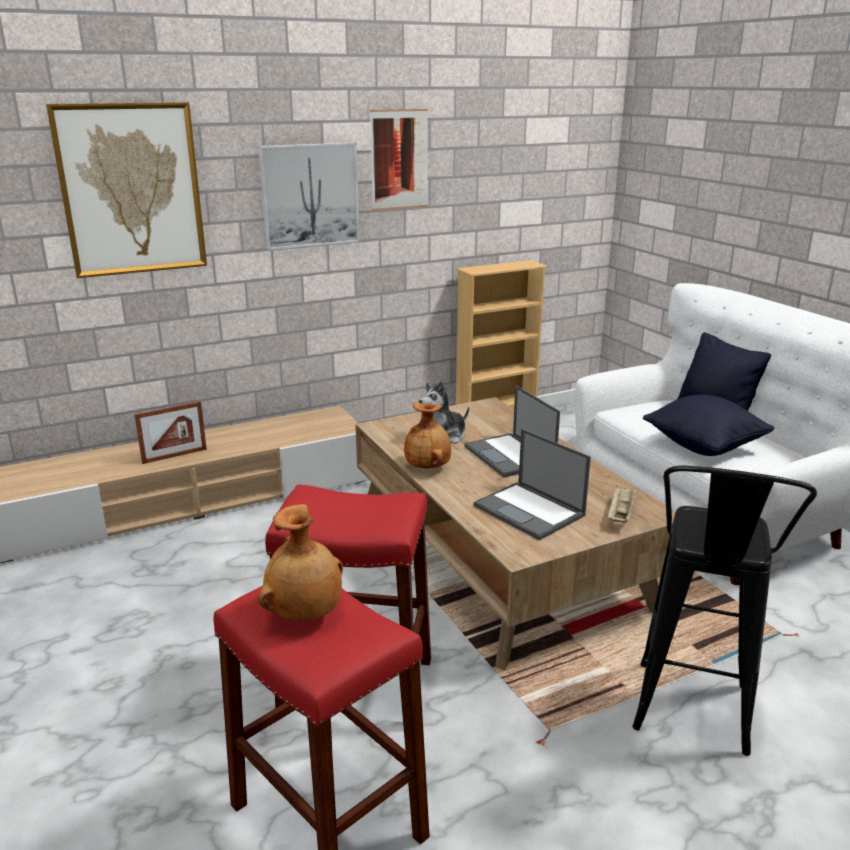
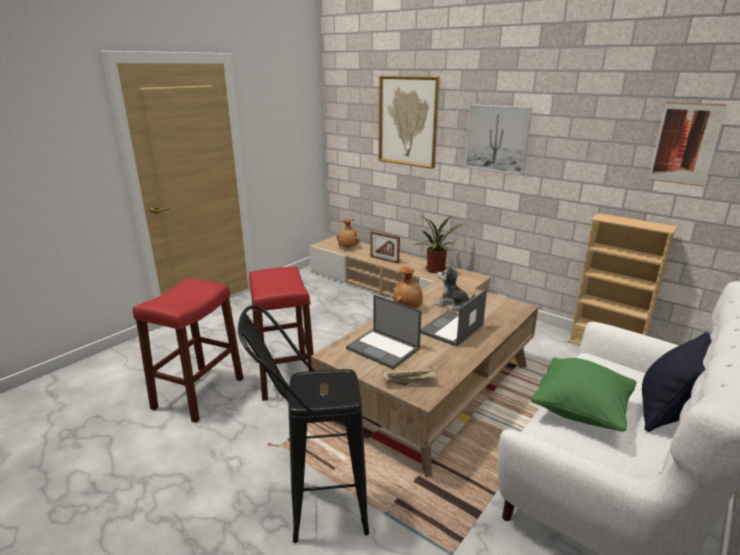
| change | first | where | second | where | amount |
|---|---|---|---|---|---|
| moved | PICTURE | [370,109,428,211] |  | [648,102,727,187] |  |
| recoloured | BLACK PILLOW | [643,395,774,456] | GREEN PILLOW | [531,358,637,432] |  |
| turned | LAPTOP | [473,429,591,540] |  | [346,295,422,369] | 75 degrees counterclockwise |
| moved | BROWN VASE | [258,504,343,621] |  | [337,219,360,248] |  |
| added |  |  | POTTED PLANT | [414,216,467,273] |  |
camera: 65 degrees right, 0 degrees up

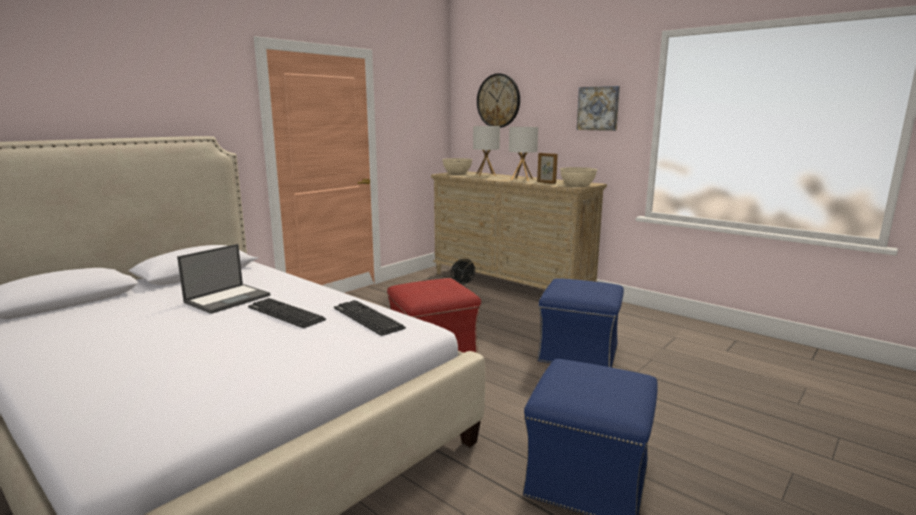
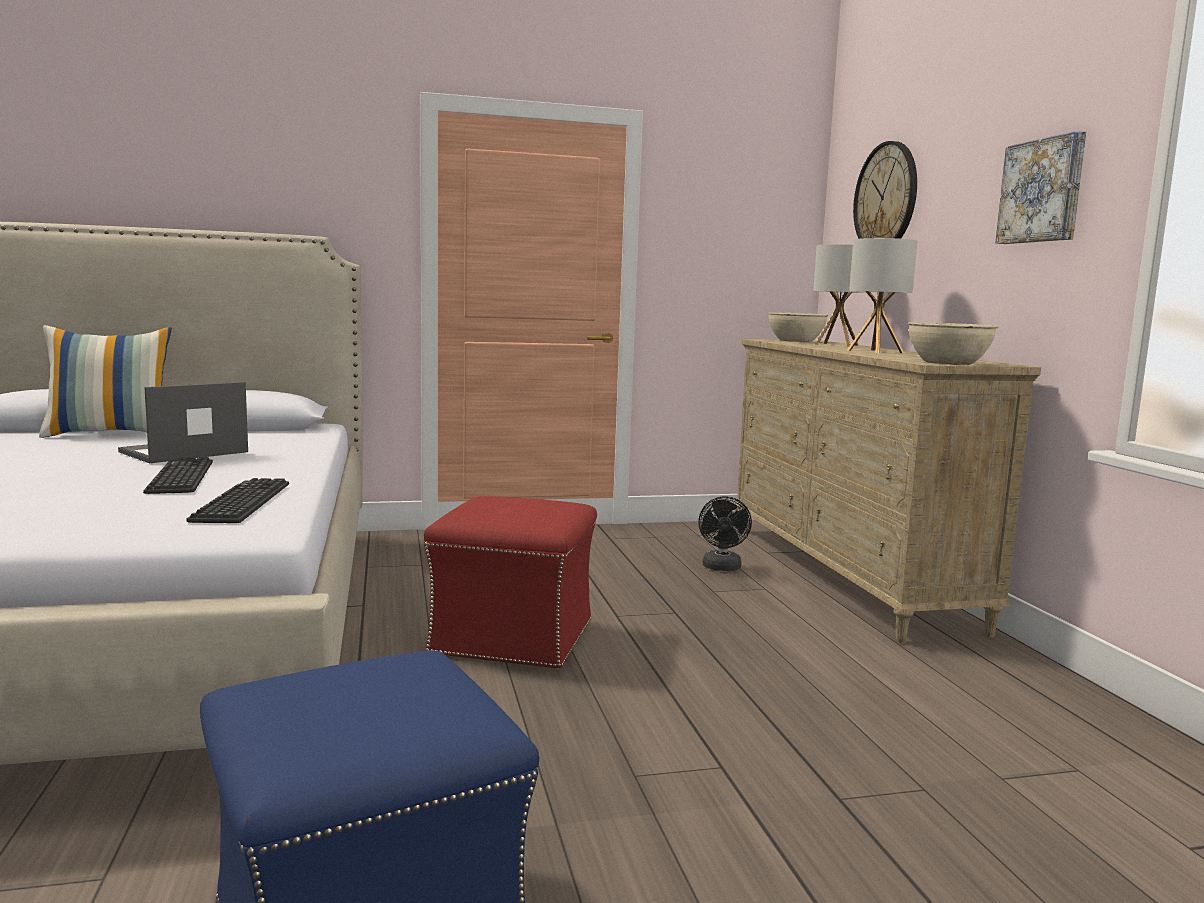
| change | first | where | second | where | amount |
|---|---|---|---|---|---|
| removed | PICTURE FRAME | [537,153,558,184] |  |  |  |
| turned | LAPTOP | [177,244,270,314] |  | [118,382,248,463] | 150 degrees clockwise |
| removed | BLUE OTTOMAN | [537,278,624,368] |  |  |  |
| added |  |  | PILLOW | [39,325,172,438] |  |
camera: 35 degrees right, 5 degrees down

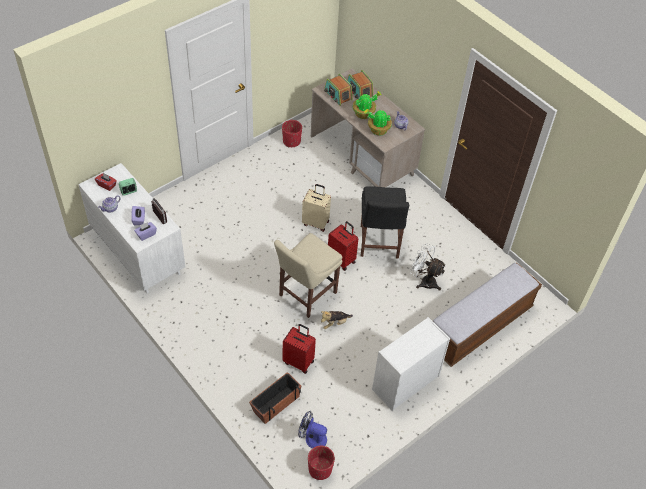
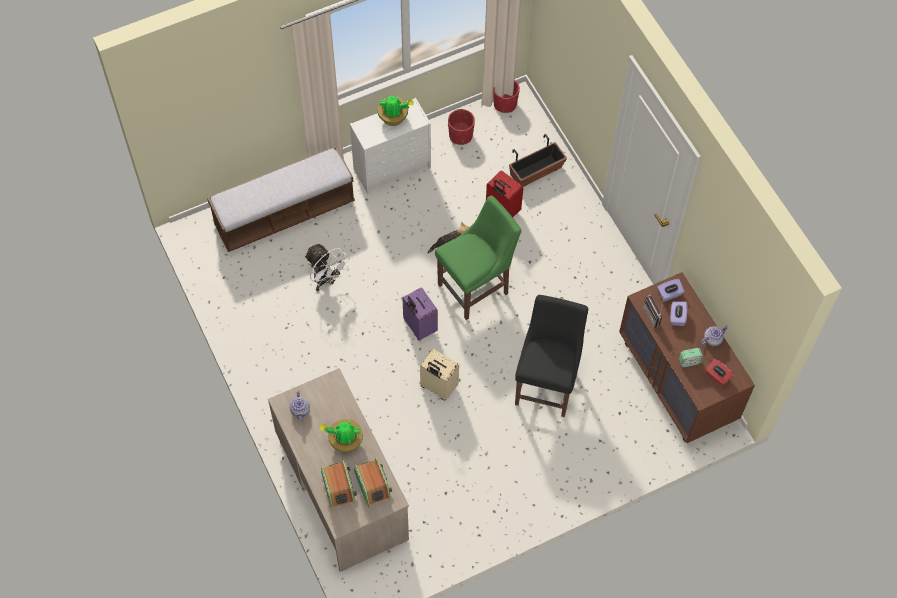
| change | first | where | second | where | amount |
|---|---|---|---|---|---|
| moved | POTTED PLANT | [364,109,392,135] |  | [377,95,414,126] |  |
| moved | RED PLANTER | [282,120,302,147] |  | [448,109,475,145] |  |
| recoloured | WHITE DRESSER | [78,163,186,293] | BROWN DRESSER | [619,272,755,443] |  |
| moved | BLACK CHAIR | [361,186,409,259] |  | [515,295,588,417] |  |
| recoloured | RED SUITCASE | [328,221,358,271] | PURPLE SUITCASE | [402,287,438,341] |  |
| recoloured | BEIGE CHAIR | [274,233,343,318] | GREEN CHAIR | [435,196,521,320] |  |
| removed | FAN | [298,411,327,448] |  |  |  |
camera: 165 degrees left, 10 degrees up

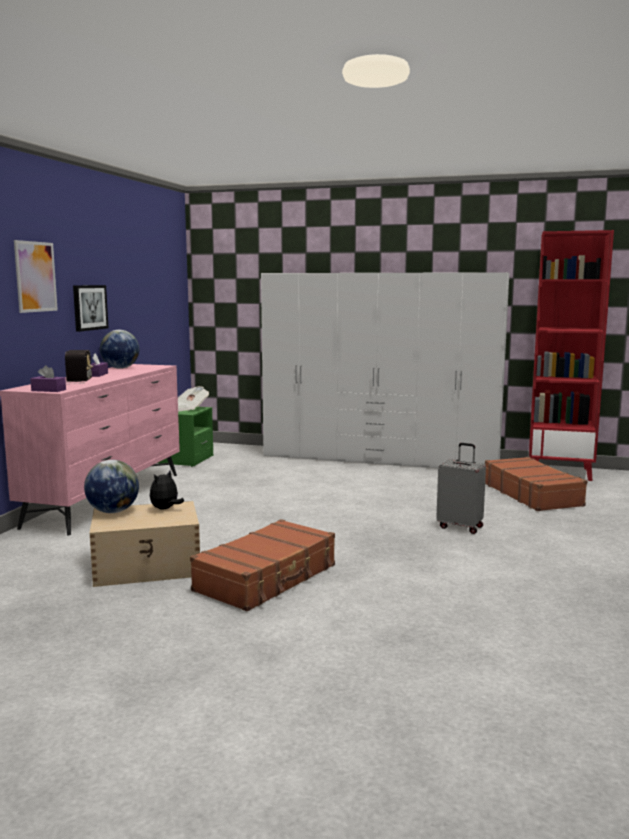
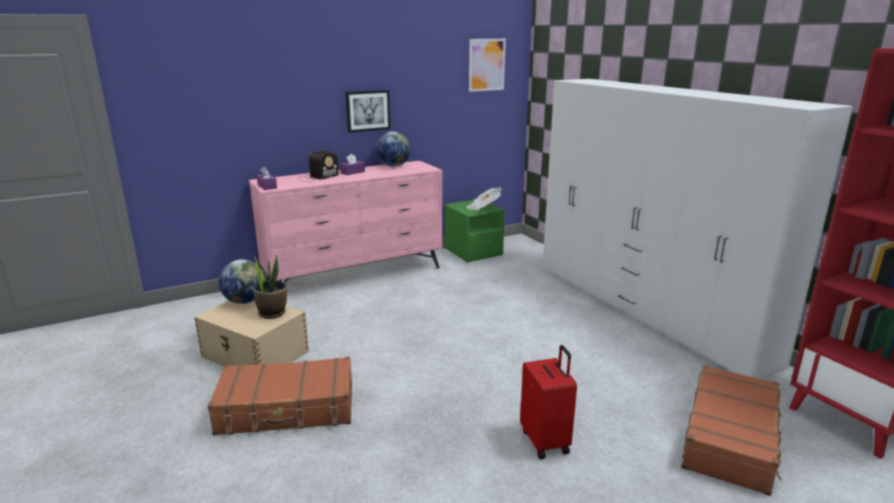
| change | first | where | second | where | amount |
|---|---|---|---|---|---|
| moved | PICTURE | [14,240,58,313] |  | [469,39,506,92] |  |
| recoloured | GREY SUITCASE | [436,443,486,534] | RED SUITCASE | [520,345,577,459] |  |
| replaced | PLUSH TOY | [150,470,184,510] | POTTED PLANT | [253,254,287,319] |  |
camera: 45 degrees right, 10 degrees up

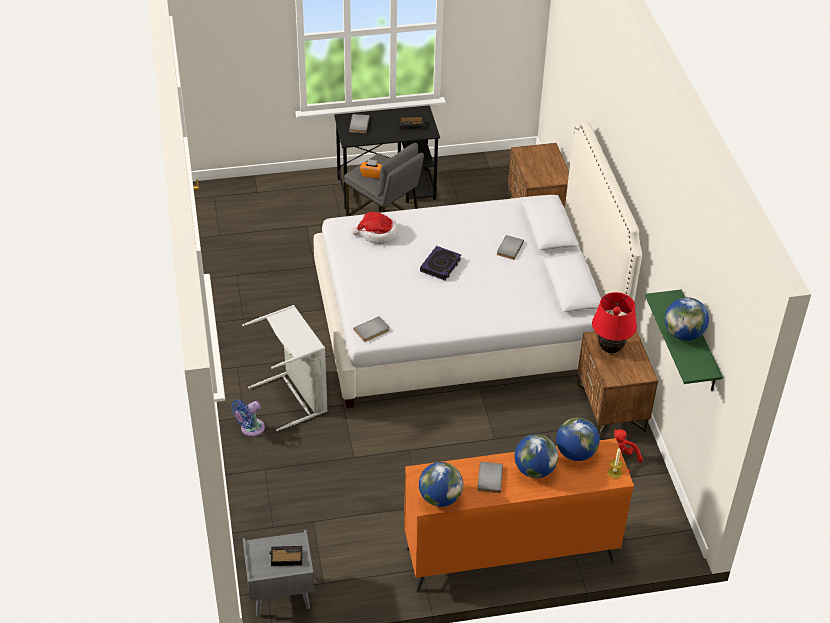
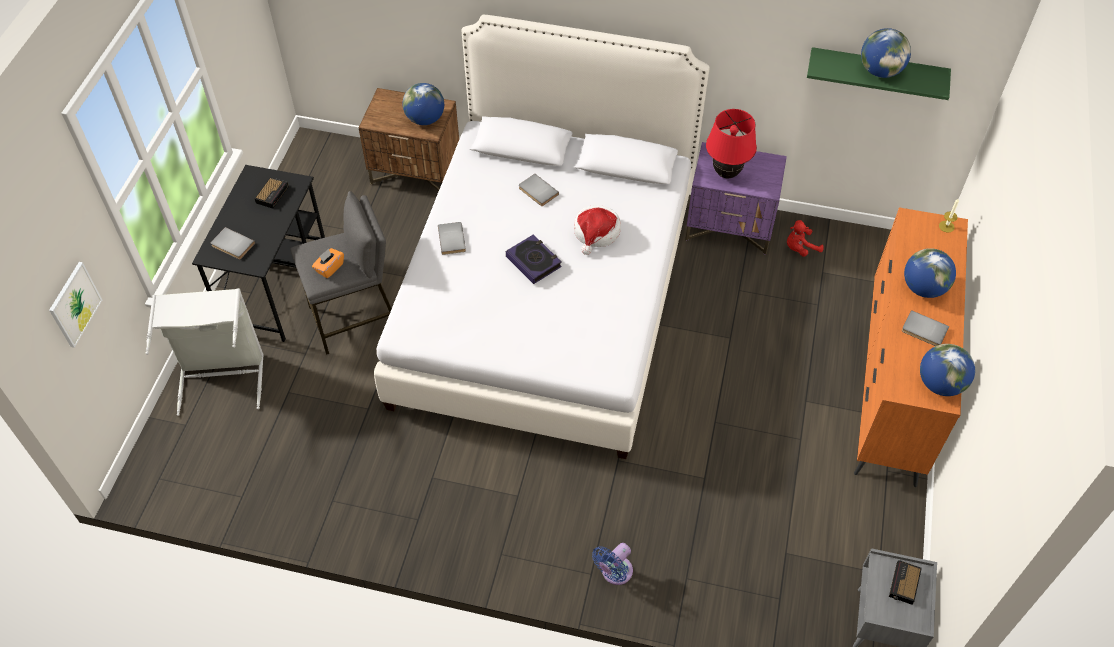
| change | first | where | second | where | amount |
|---|---|---|---|---|---|
| moved | HAT | [352,212,398,244] |  | [574,205,621,255] |  |
| moved | GREY LAUNDRY BASKET | [242,305,327,431] |  | [146,288,264,416] |  |
| moved | GREY BOOK | [354,316,390,342] |  | [438,222,466,255] |  |
| recoloured | BROWN NIGHTSTAND | [577,330,658,436] | PURPLE NIGHTSTAND | [685,142,787,255] |  |
| turned | BLUE FAN | [231,400,265,437] |  | [592,543,633,585] | 60 degrees clockwise |
| moved | GLOBE | [556,418,600,461] |  | [402,83,444,125] |  |
| added |  |  | PICTURE | [49,262,102,348] |  |
camera: 65 degrees left, 10 degrees up

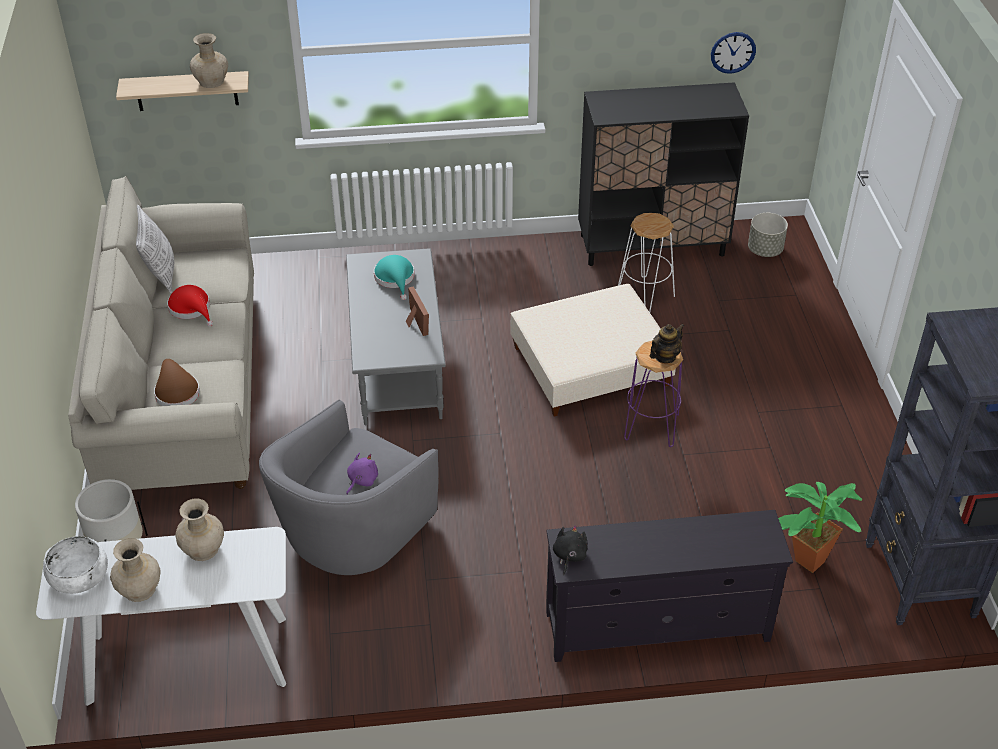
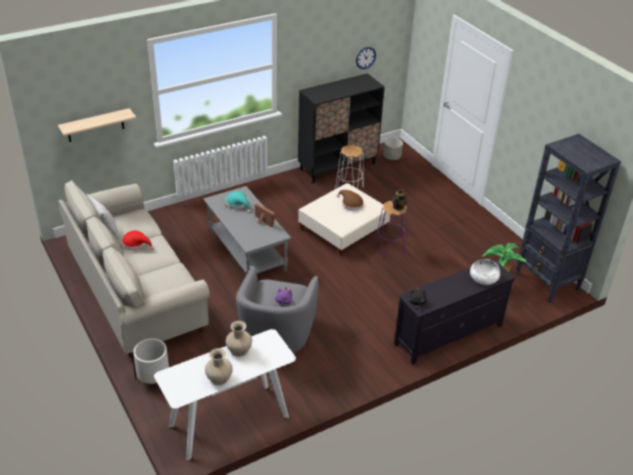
| change | first | where | second | where | amount |
|---|---|---|---|---|---|
| removed | BEIGE VASE | [190,33,228,88] |  |  |  |
| moved | BROWN HAT | [154,359,200,406] |  | [337,190,364,211] |  |
| moved | WHITE BOWL | [43,536,108,594] |  | [470,259,500,285] |  |
camera: 25 degrees left, 5 degrees down

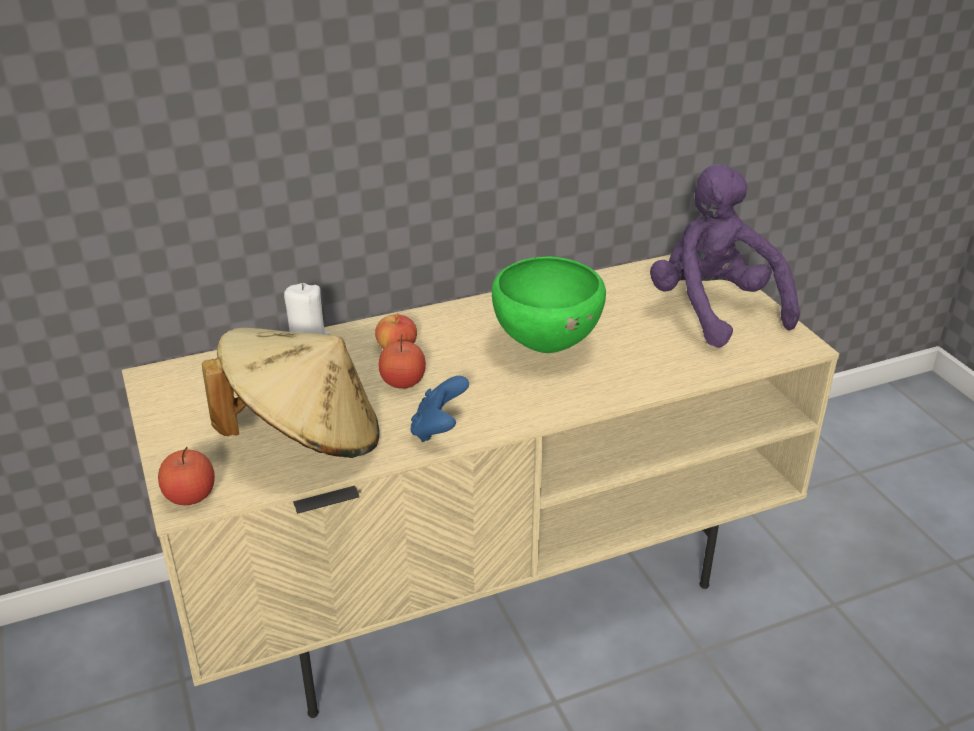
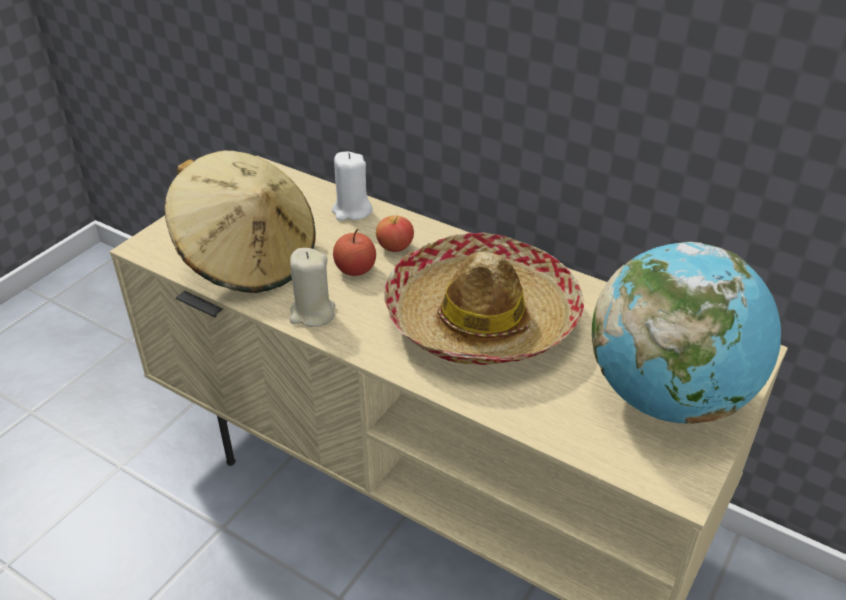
| change | first | where | second | where | amount |
|---|---|---|---|---|---|
| replaced | PURPLE PLUSH TOY | [650,164,800,348] | GLOBE | [592,242,781,424] |  |
| replaced | GREEN BOWL | [492,256,606,353] | HAT | [384,232,584,365] |  |
| replaced | BLUE GAME CONTROLLER | [410,376,469,442] | BEIGE CANDLE | [289,248,335,327] |  |
| removed | APPLE | [158,447,215,505] |  |  |  |
camera: 55 degrees right, 5 degrees up

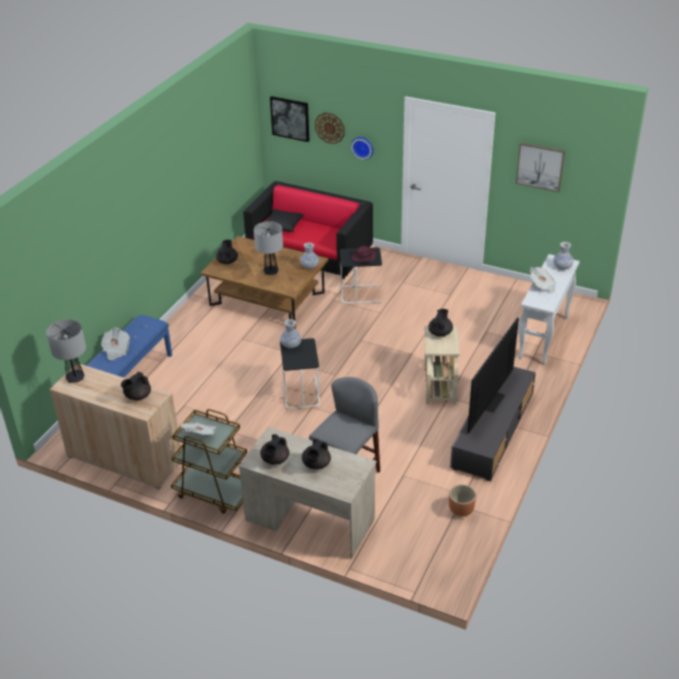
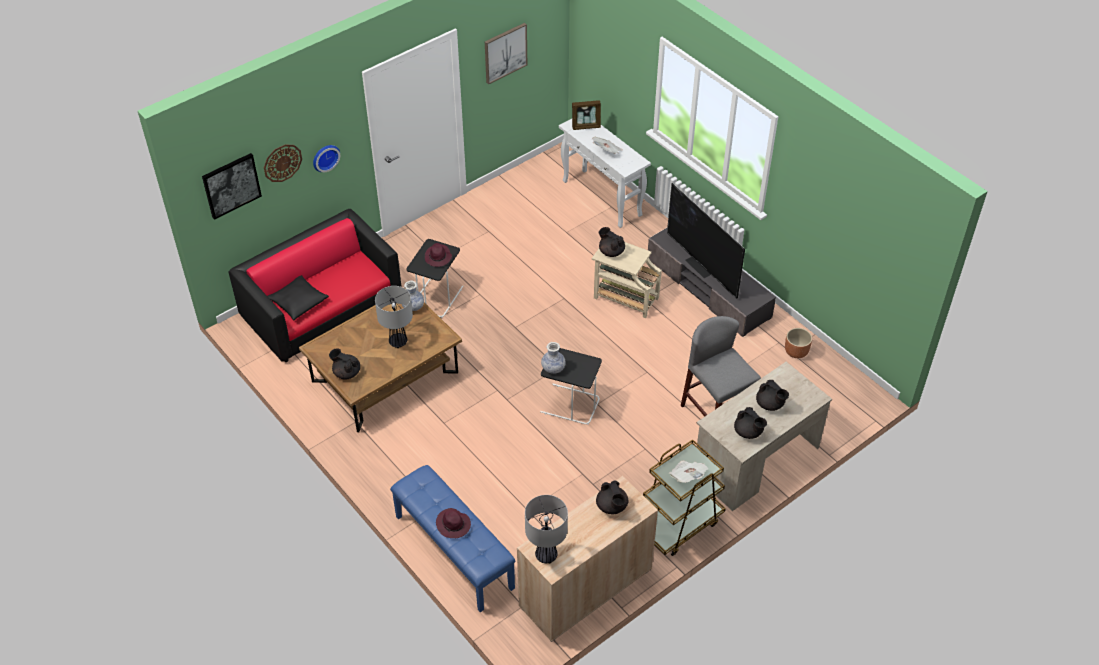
| change | first | where | second | where | amount |
|---|---|---|---|---|---|
| replaced | VASE | [553,242,574,270] | PICTURE FRAME | [572,100,601,130] |  |
| replaced | NEWSPAPER | [101,328,130,360] | PURPLE HAT | [436,508,471,538] |  |
camera: 65 degrees left, 10 degrees up

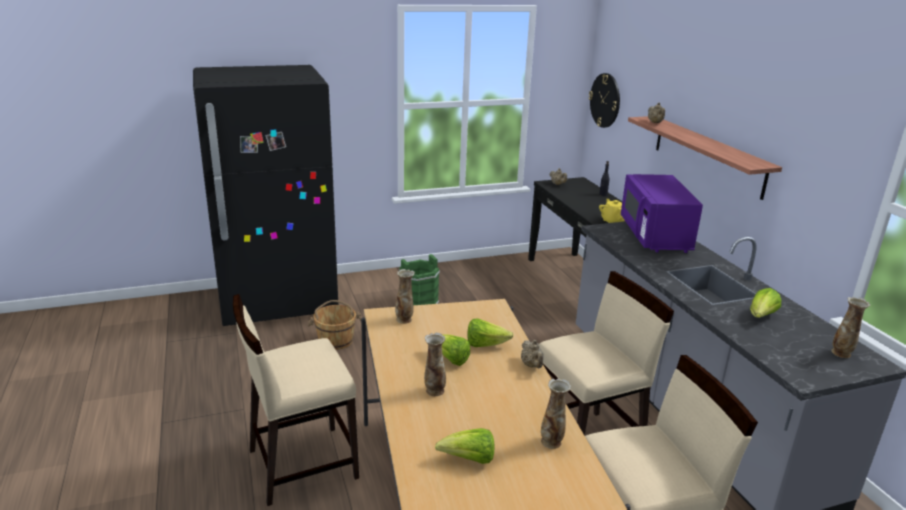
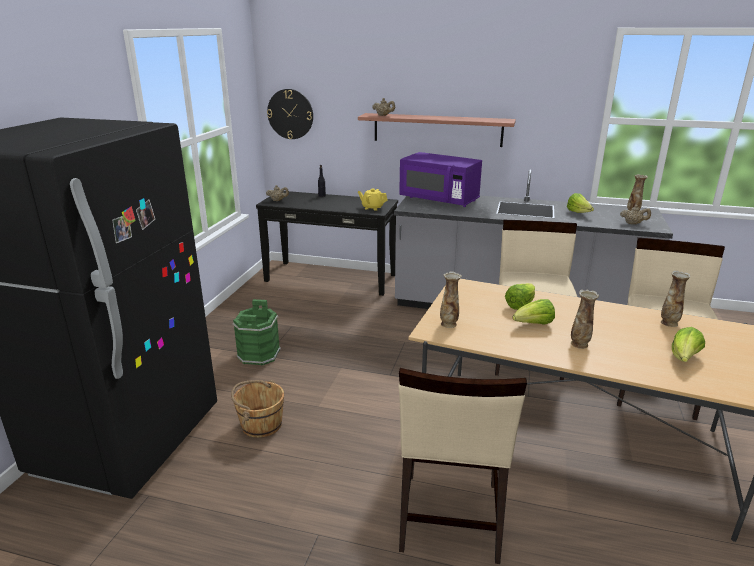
| change | first | where | second | where | amount |
|---|---|---|---|---|---|
| moved | BEIGE TEAPOT | [521,340,544,368] |  | [620,205,651,225] |  |
camera: 55 degrees left, 0 degrees up

